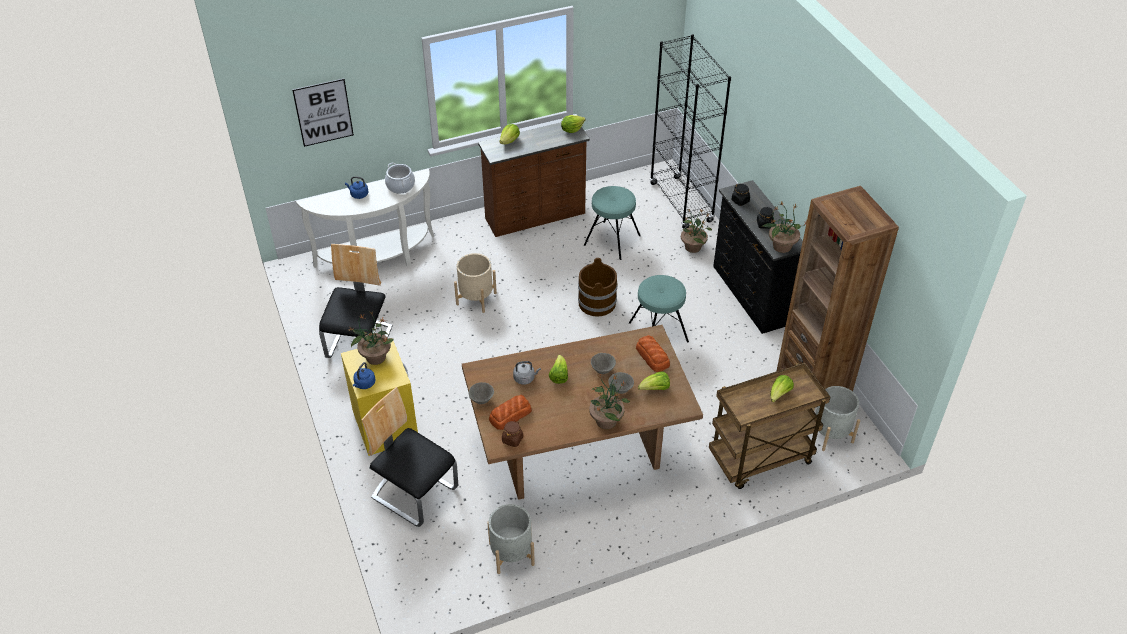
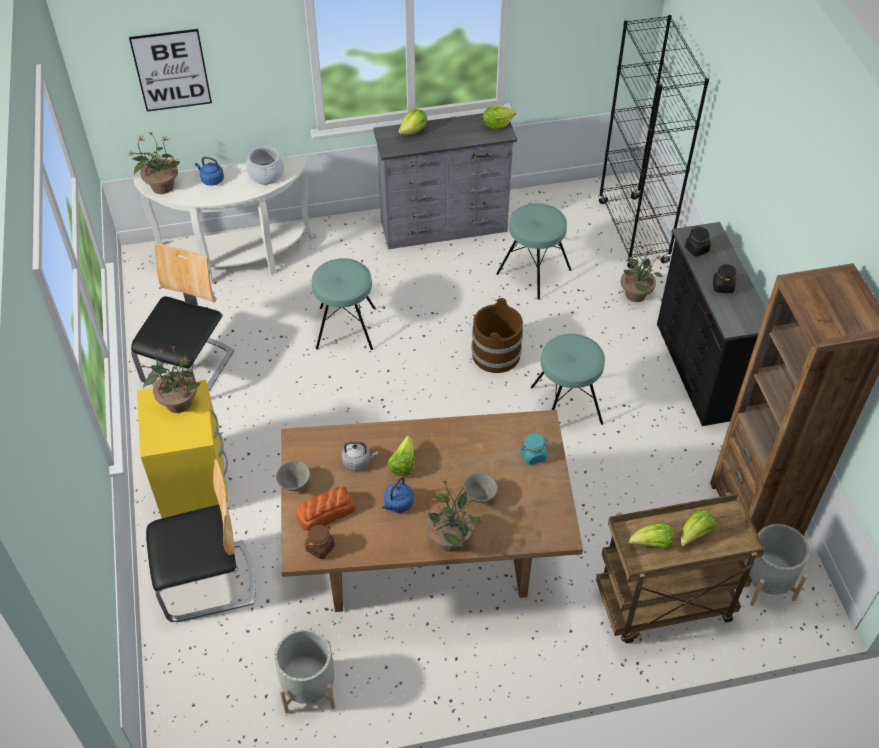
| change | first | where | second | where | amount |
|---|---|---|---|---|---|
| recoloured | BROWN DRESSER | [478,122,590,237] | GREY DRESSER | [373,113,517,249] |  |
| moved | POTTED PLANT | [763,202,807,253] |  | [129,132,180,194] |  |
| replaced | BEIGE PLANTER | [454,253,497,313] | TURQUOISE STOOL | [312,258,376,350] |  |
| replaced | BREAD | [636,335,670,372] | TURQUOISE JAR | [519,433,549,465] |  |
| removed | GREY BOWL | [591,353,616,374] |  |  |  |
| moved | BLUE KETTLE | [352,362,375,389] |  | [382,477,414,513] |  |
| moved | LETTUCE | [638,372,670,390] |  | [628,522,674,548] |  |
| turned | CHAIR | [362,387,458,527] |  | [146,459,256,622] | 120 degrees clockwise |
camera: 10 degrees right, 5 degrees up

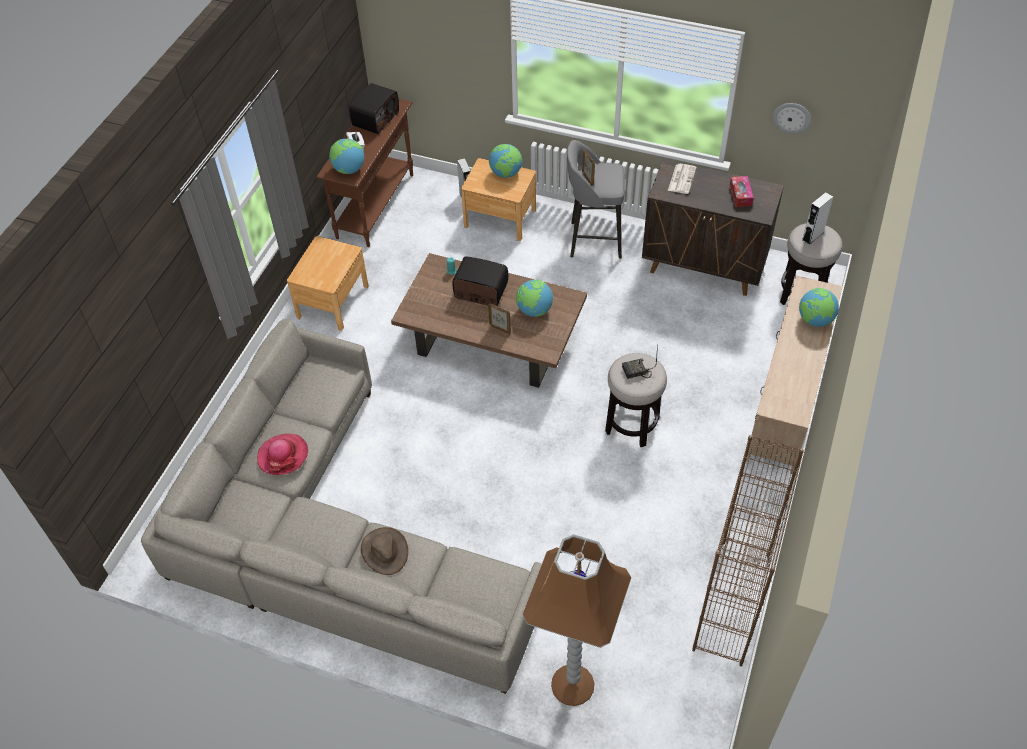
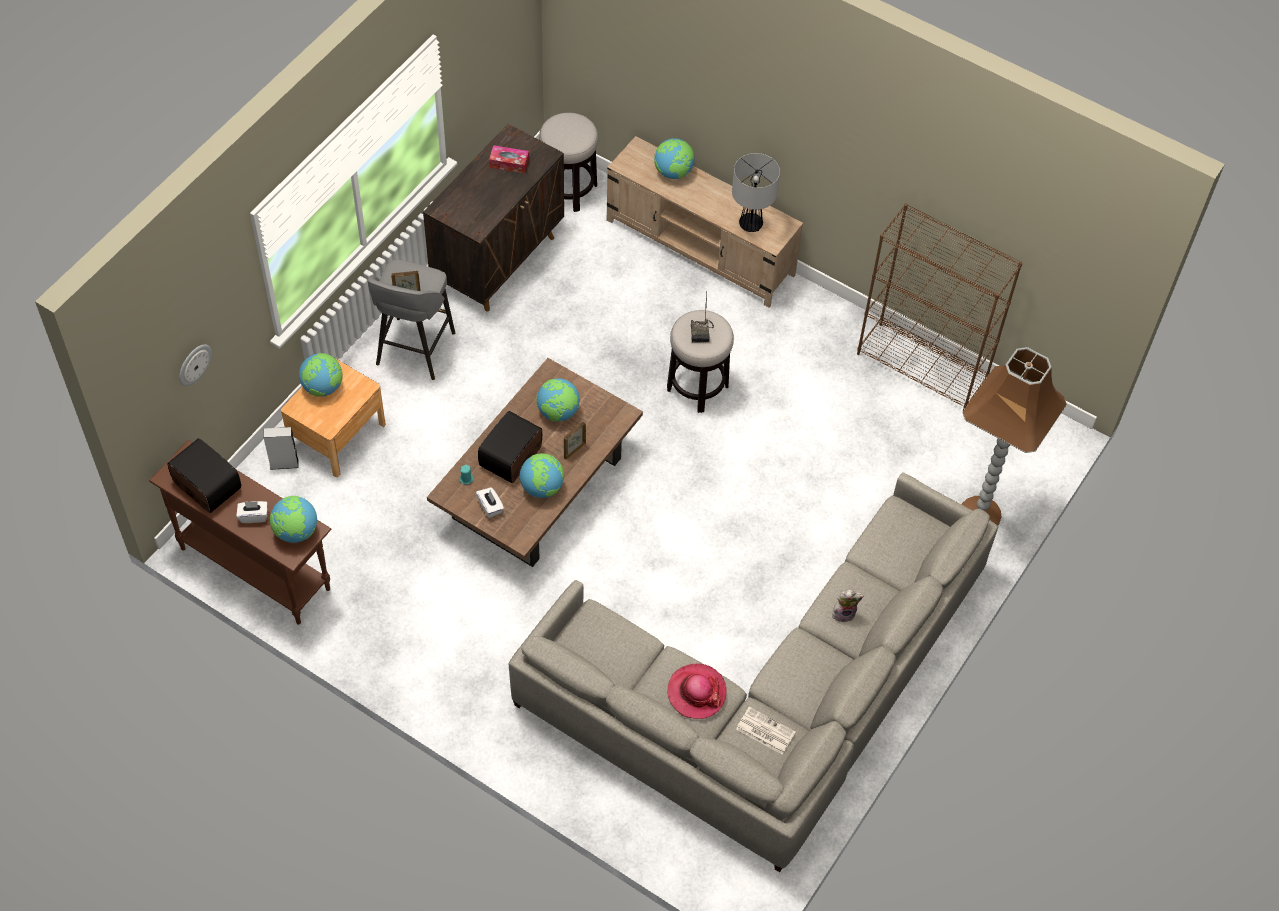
| change | first | where | second | where | amount |
|---|---|---|---|---|---|
| moved | WALL CLOCK | [773,103,811,134] |  | [179,344,212,386] |  |
| moved | NEWSPAPER | [668,164,697,194] |  | [736,707,796,754] |  |
| removed | WHITE SPEAKER | [802,192,833,245] |  |  |  |
| removed | BROWN NIGHTSTAND | [287,236,369,330] |  |  |  |
| replaced | BROWN HAT | [361,527,408,575] | PLUSH TOY | [832,590,864,623] |  |
| added |  |  | TABLE LAMP | [732,153,780,232] |  |
| added |  |  | GLOBE | [520,453,564,498] |  |
| added |  |  | WHITE TISSUE BOX | [476,487,504,518] |  |
camera: 80 degrees left, 5 degrees up

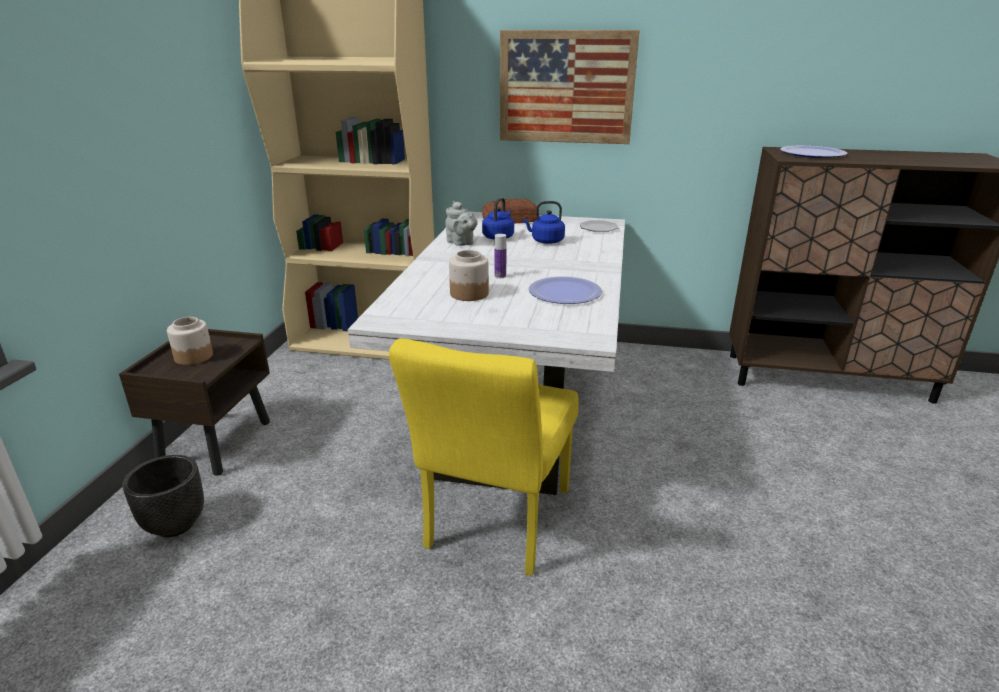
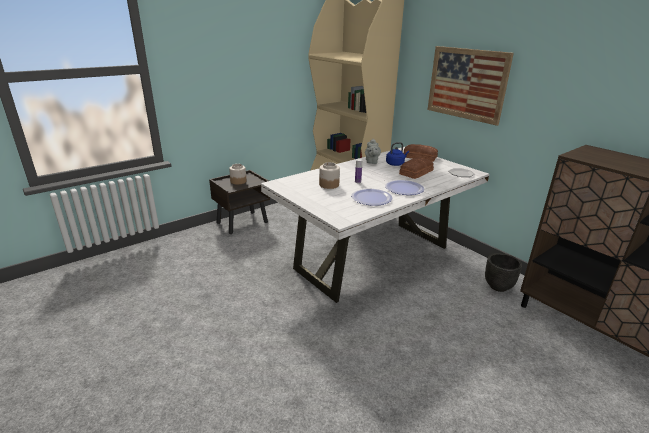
| change | first | where | second | where | amount |
|---|---|---|---|---|---|
| moved | PLATE | [780,146,847,158] |  | [385,180,424,195] |  |
| replaced | BLUE KETTLE | [523,201,565,244] | BREAD | [399,157,434,179] |  |
| removed | YELLOW CHAIR | [389,339,579,576] |  |  |  |
| moved | BLACK PLANTER | [123,455,204,537] |  | [485,253,522,292] |  |
camera: 40 degrees right, 0 degrees up

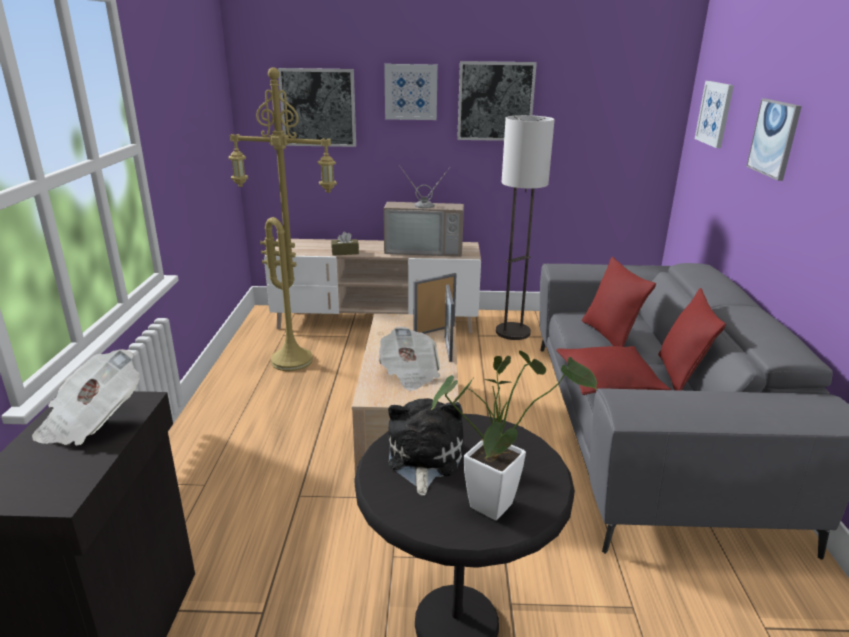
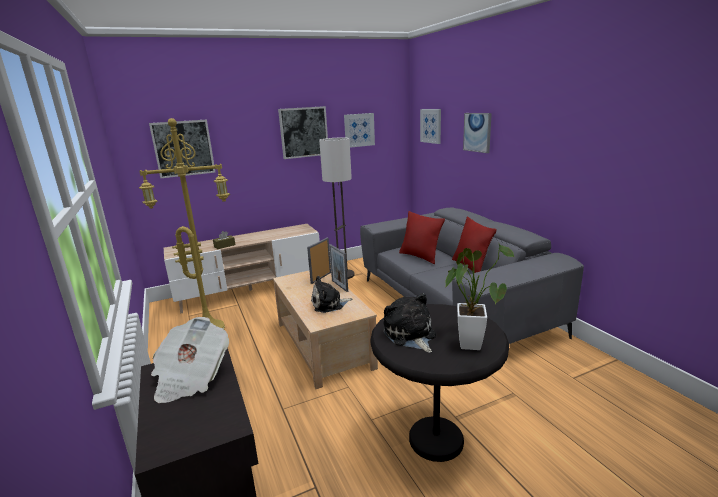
| change | first | where | second | where | amount |
|---|---|---|---|---|---|
| moved | PICTURE | [384,64,438,120] |  | [344,113,375,148] |  |
| removed | TELEVISION | [383,165,464,257] |  |  |  |
| replaced | NEWSPAPER | [379,327,440,391] | PLUSH TOY | [311,276,352,313] |  |
| removed | RED PILLOW | [556,346,671,395] |  |  |  |
camera: 25 degrees left, 5 degrees down

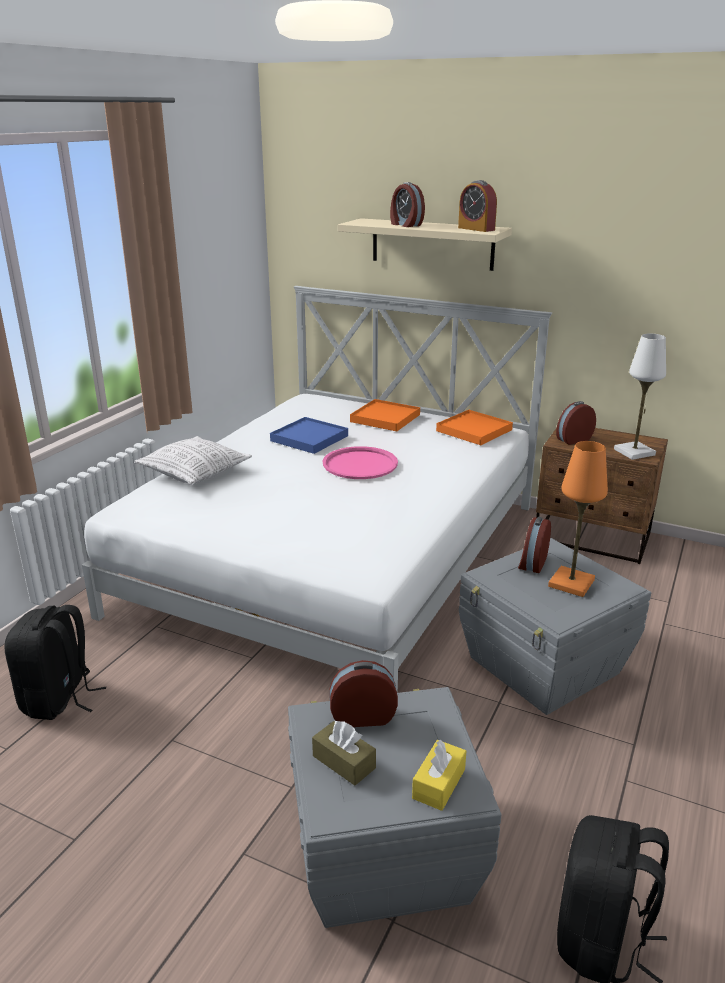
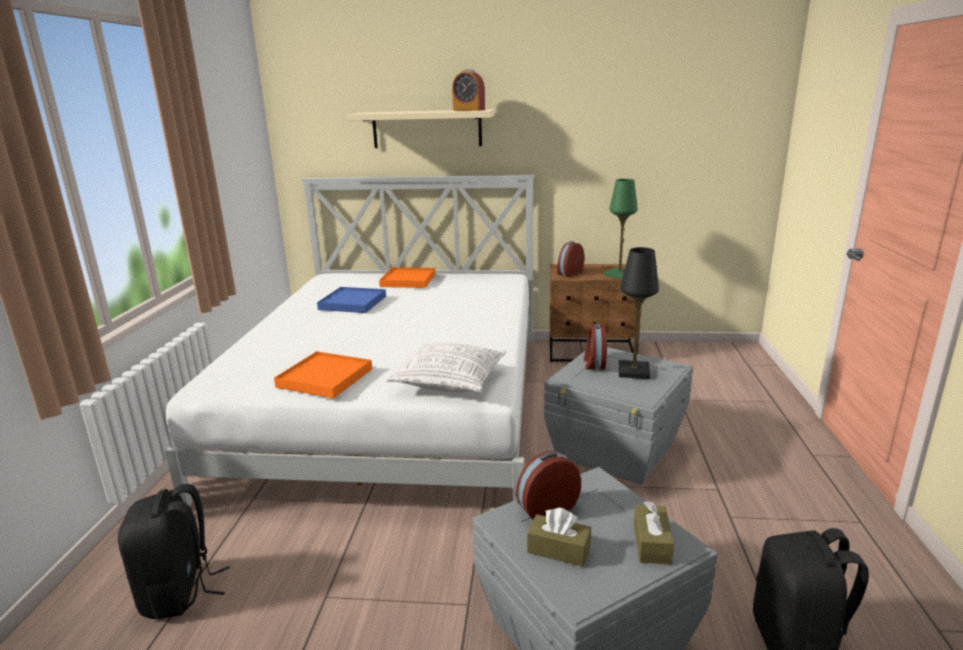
| change | first | where | second | where | amount |
|---|---|---|---|---|---|
| removed | ALARM CLOCK | [390,182,425,227] |  |  |  |
| recoloured | WHITE TABLE LAMP | [614,334,666,460] | GREEN TABLE LAMP | [604,179,638,279] |  |
| moved | ORANGE TRAY | [436,410,513,445] |  | [274,351,372,399] |  |
| moved | PILLOW | [134,436,252,485] |  | [386,342,506,392] |  |
| recoloured | ORANGE TABLE LAMP | [548,441,608,597] | BLACK TABLE LAMP | [619,247,659,379] |  |
| removed | PINK TRAY | [323,446,398,479] |  |  |  |
| recoloured | YELLOW TISSUE BOX | [412,740,466,811] | BROWN TISSUE BOX | [634,501,674,565] |  |
camera: 20 degrees left, 5 degrees down

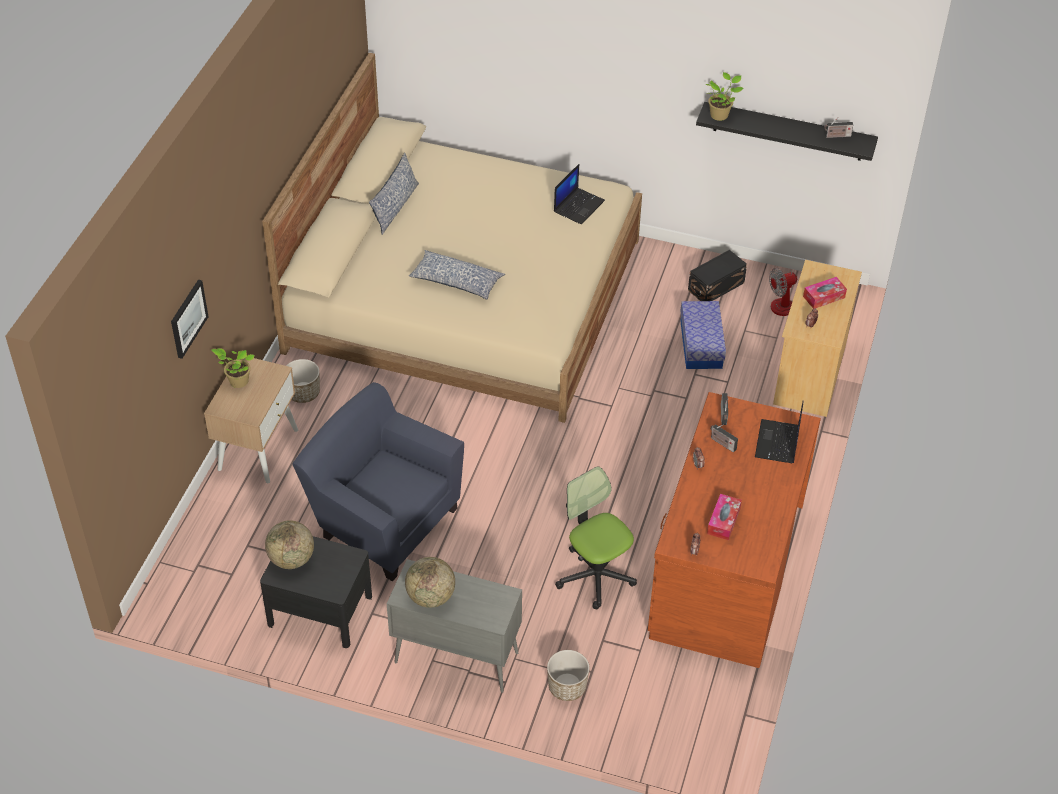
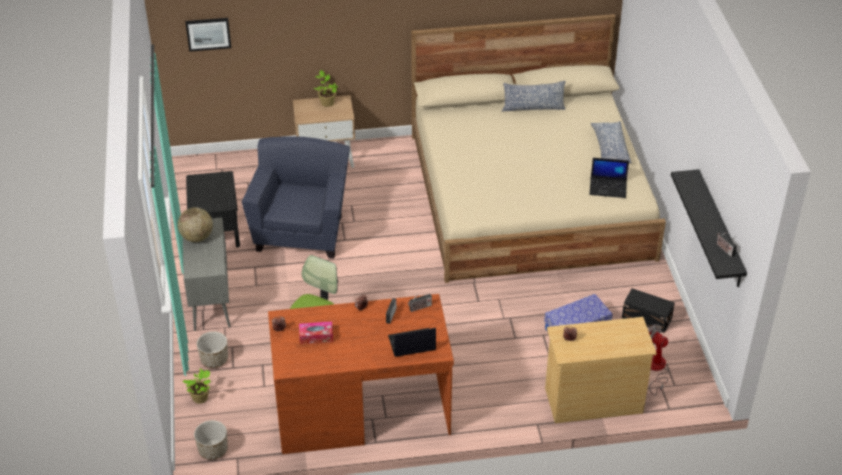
| change | first | where | second | where | amount |
|---|---|---|---|---|---|
| moved | POTTED PLANT | [706,72,743,121] |  | [183,368,211,404] |  |
| moved | PILLOW | [409,250,505,299] |  | [591,121,632,163] |  |
| removed | TISSUE BOX | [803,277,847,309] |  |  |  |
| moved | PICTURE | [171,280,209,359] |  | [185,18,231,52] |  |
| moved | PLANTER | [286,359,320,403] |  | [194,420,228,460] |  |
| removed | GLOBE | [265,520,314,569] |  |  |  |
camera: 65 degrees right, 5 degrees down

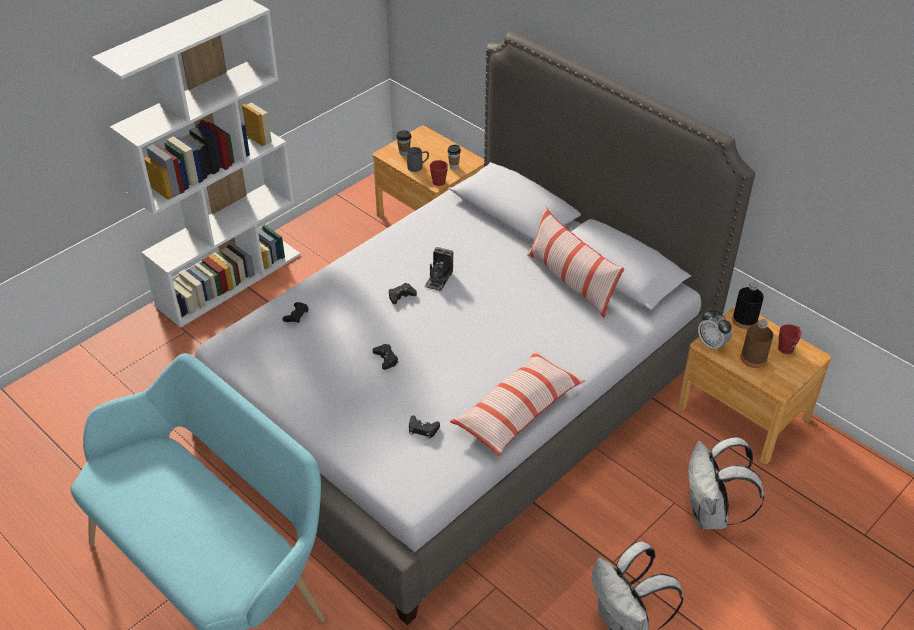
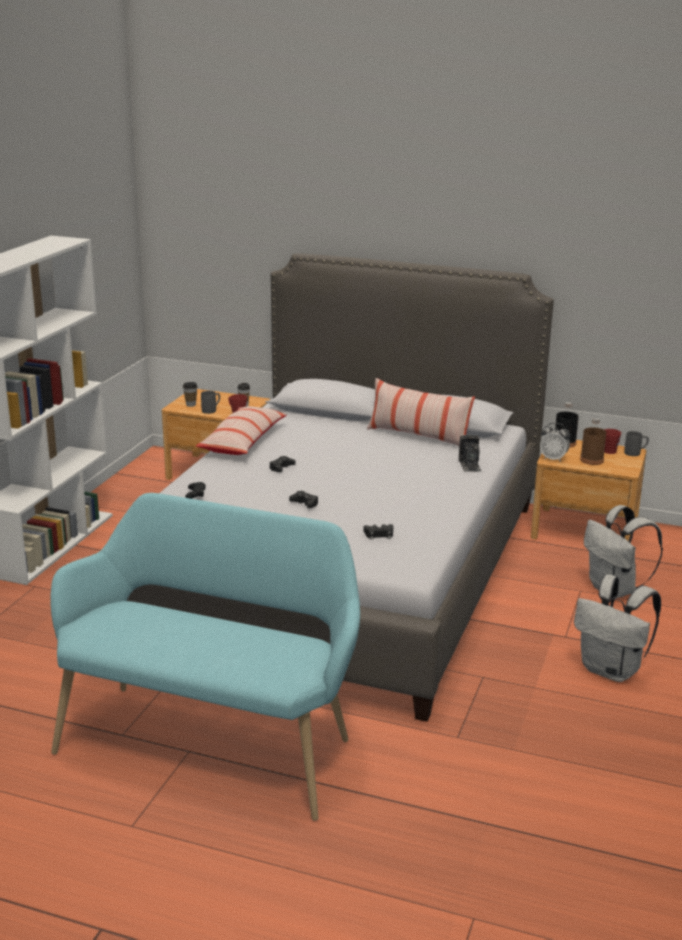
| change | first | where | second | where | amount |
|---|---|---|---|---|---|
| moved | PHOTO CAMERA | [424,247,453,291] |  | [459,435,481,472] |  |
| moved | PILLOW | [450,350,585,456] |  | [196,406,287,455] |  |
| added |  |  | GREY MUG | [624,431,649,456] |  |
camera: 25 degrees left, 20 degrees down

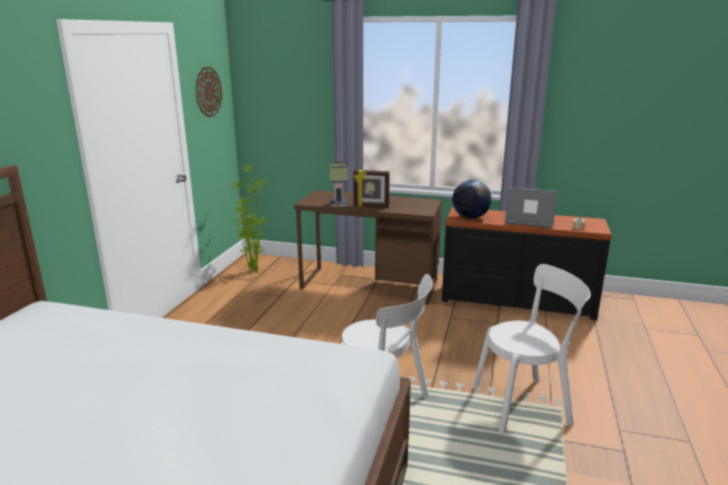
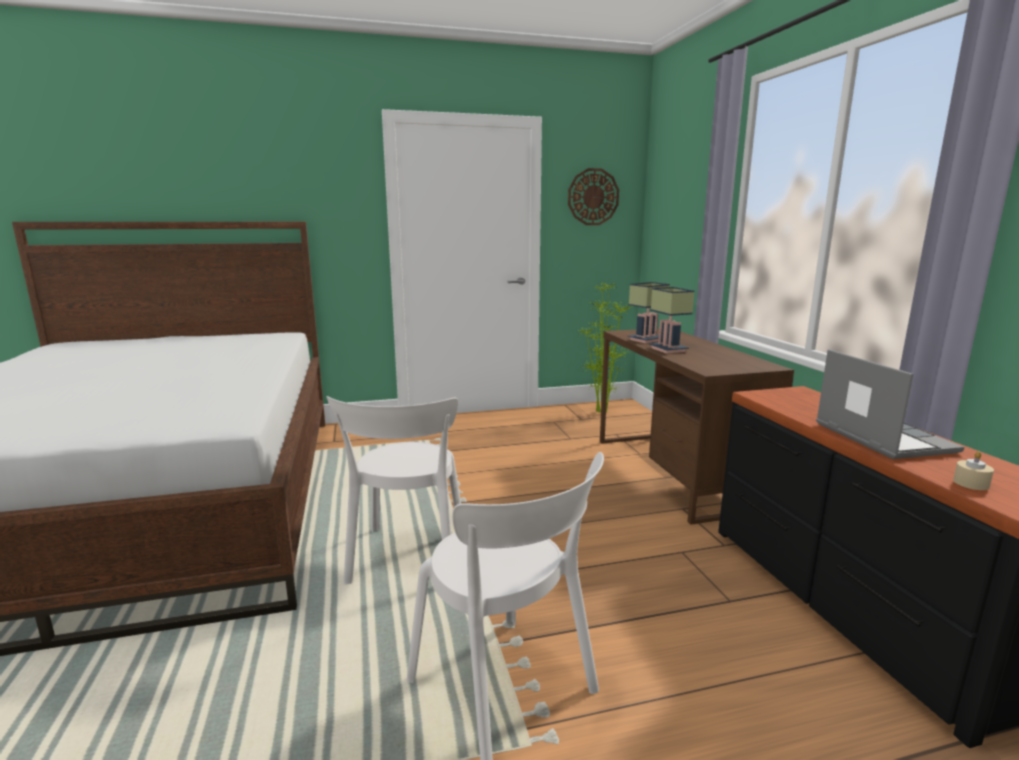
| change | first | where | second | where | amount |
|---|---|---|---|---|---|
| replaced | PICTURE FRAME | [353,170,390,207] | TABLE LAMP | [649,287,695,354] |  |
| removed | GLOBE | [452,180,492,219] |  |  |  |
camera: 60 degrees right, 5 degrees down

